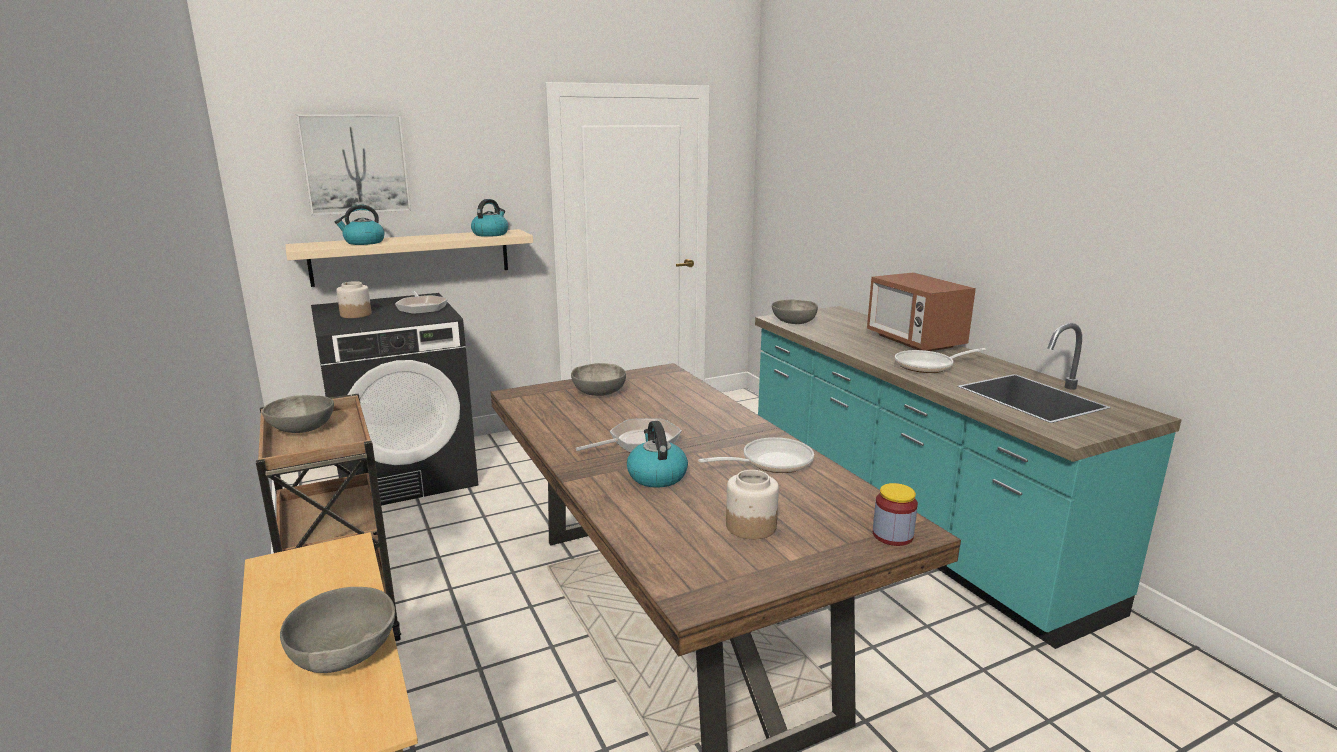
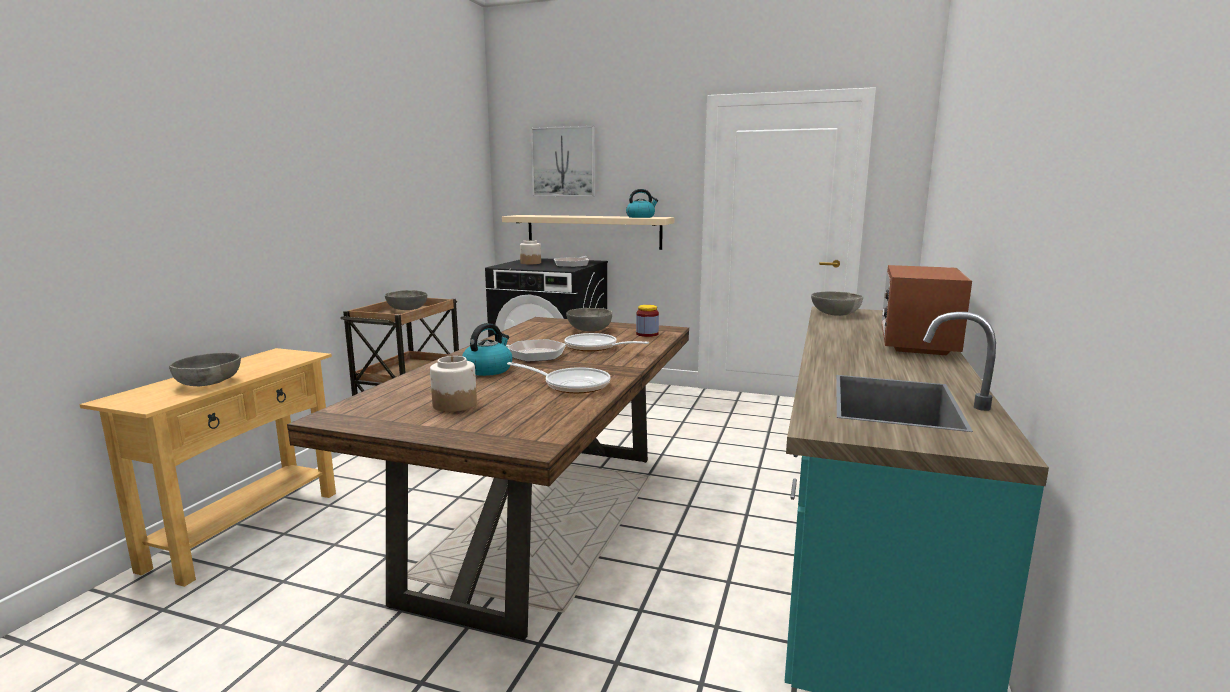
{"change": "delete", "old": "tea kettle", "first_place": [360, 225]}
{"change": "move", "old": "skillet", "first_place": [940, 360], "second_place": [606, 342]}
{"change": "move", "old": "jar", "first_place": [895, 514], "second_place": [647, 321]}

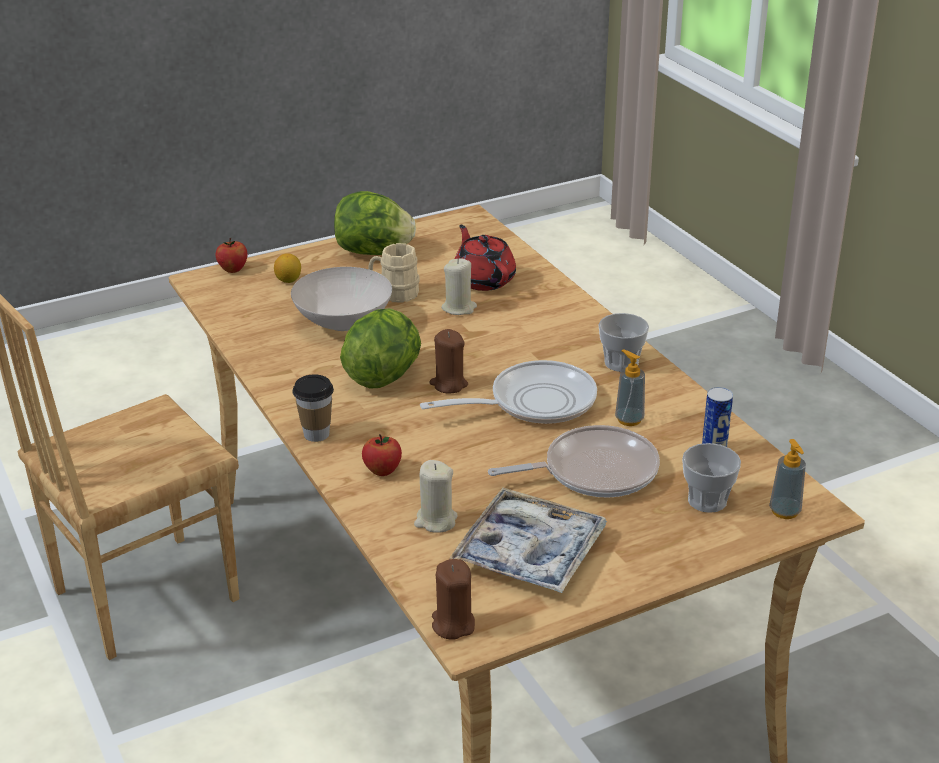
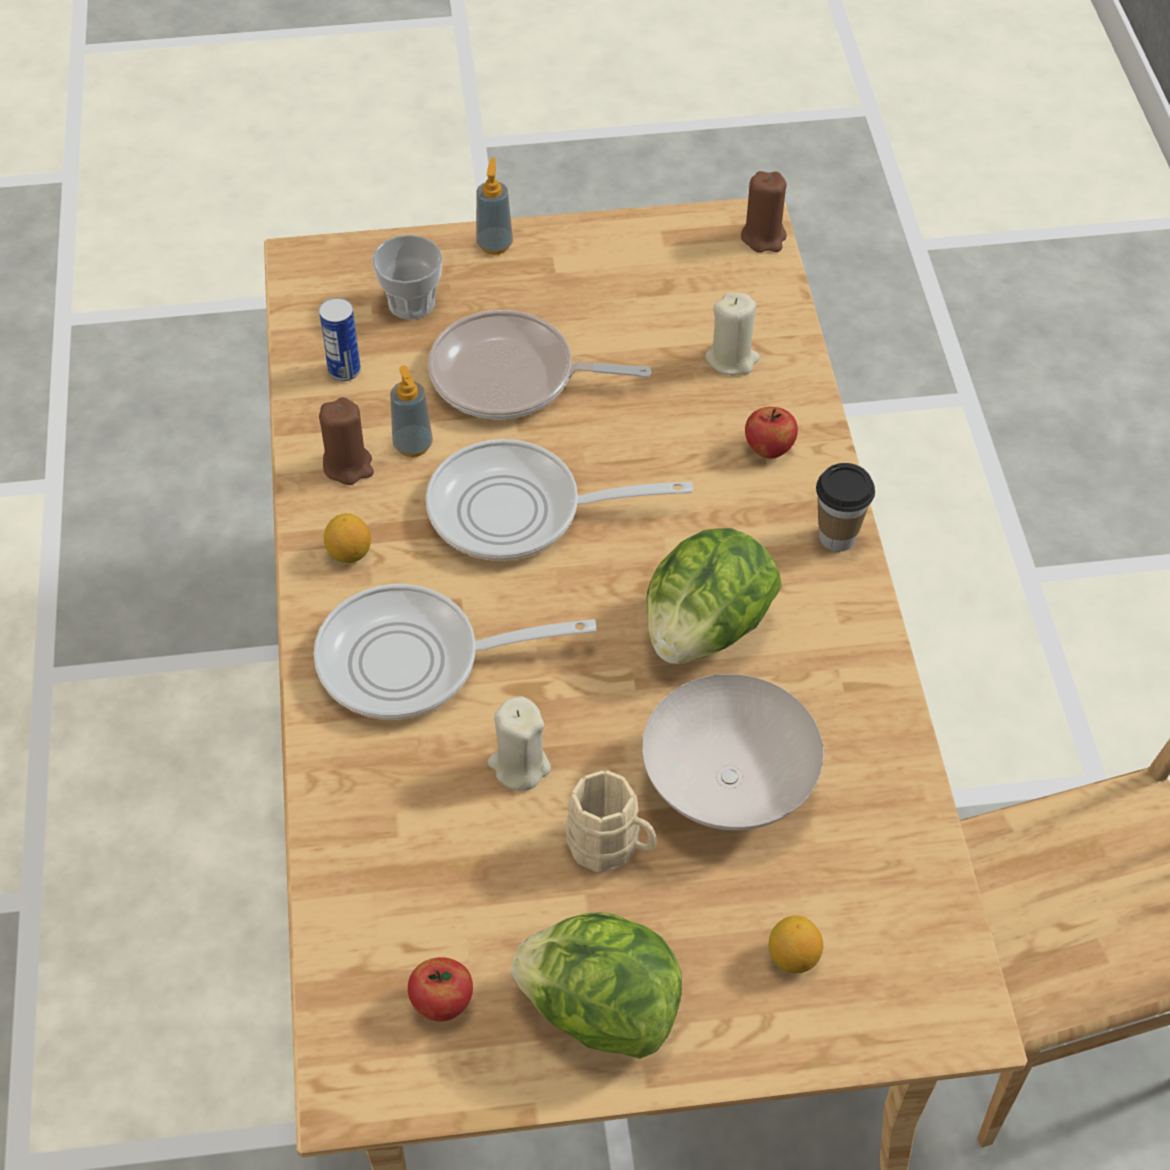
{"change": "delete", "old": "reddish pot for tea", "first_place": [485, 257]}
{"change": "move", "old": "whole apple", "first_place": [231, 255], "second_place": [440, 989]}
{"change": "replace", "old": "cup", "new": "lemon", "first_place": [623, 342], "second_place": [347, 538]}
{"change": "move", "old": "brown-coloured candle", "first_place": [448, 361], "second_place": [346, 441]}
{"change": "move", "old": "soap bottle", "first_place": [787, 479], "second_place": [494, 206]}
{"change": "delete", "old": "tray", "first_place": [528, 540]}
{"change": "insert", "new": "skillet", "second_place": [455, 652]}

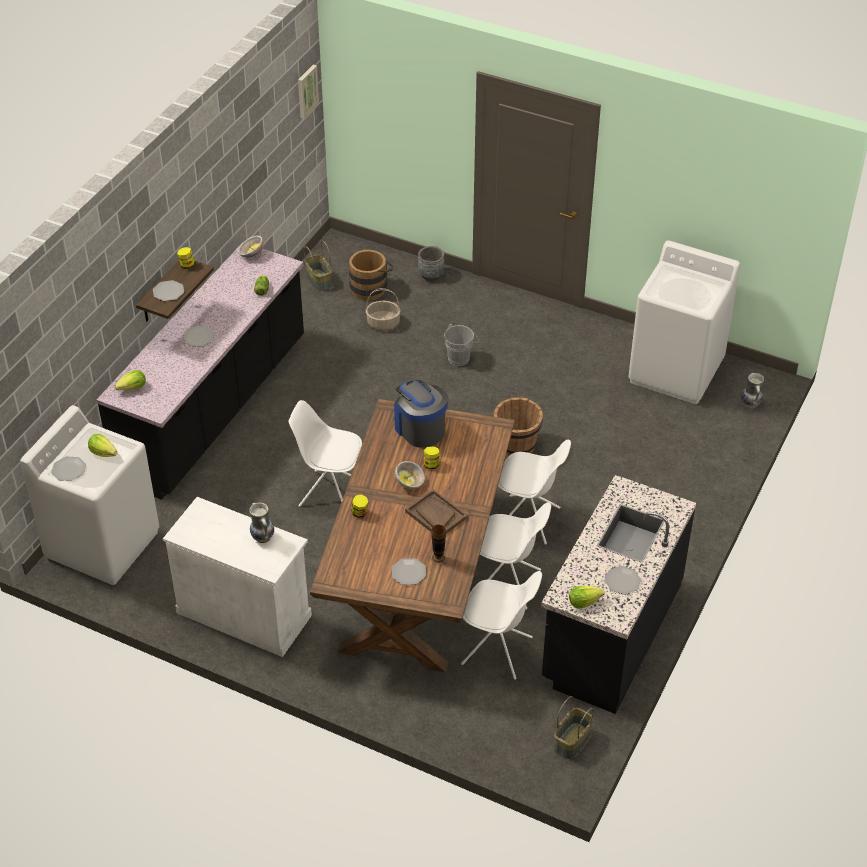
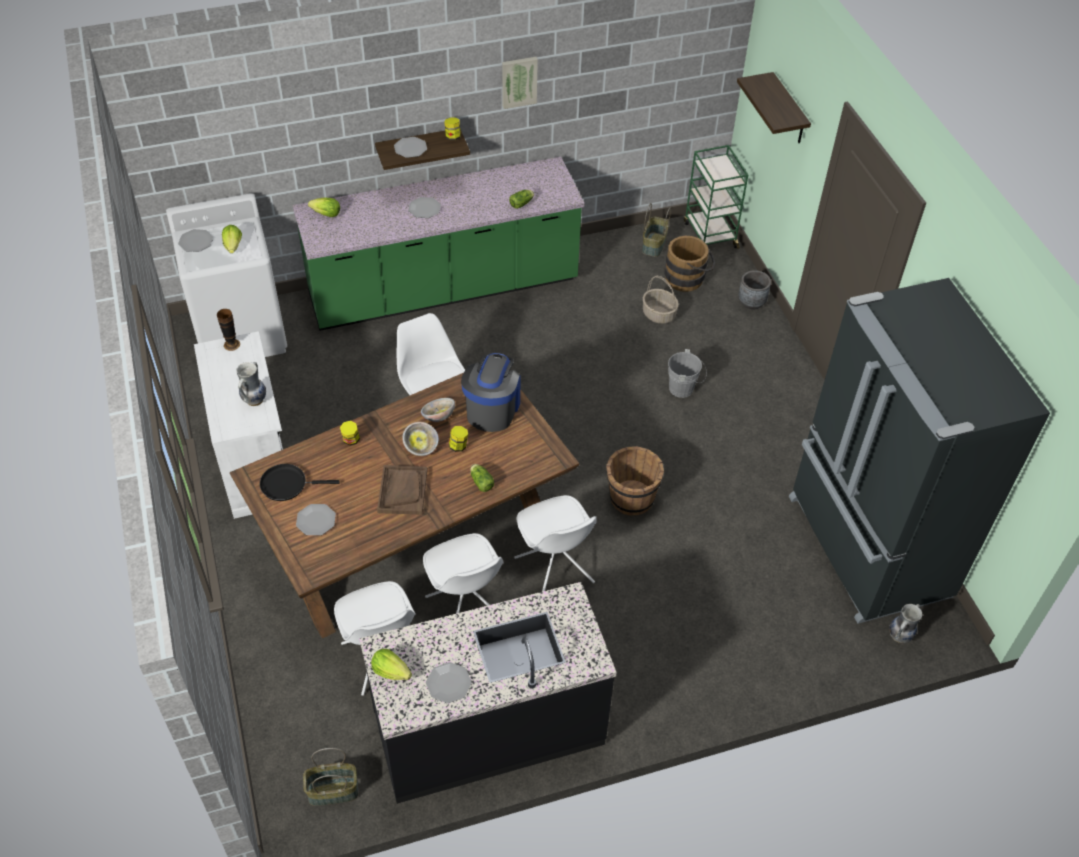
{"change": "move", "old": "picture", "first_place": [308, 92], "second_place": [520, 83]}
{"change": "move", "old": "bowl", "first_place": [250, 246], "second_place": [438, 410]}
{"change": "replace", "old": "white laundry machine", "new": "black fridge", "first_place": [684, 322], "second_place": [919, 451]}
{"change": "recolor", "old": "black kitchen base unit", "new": "green kitchen base unit", "first_place": [200, 371], "second_place": [438, 244]}
{"change": "move", "old": "flower vase", "first_place": [439, 544], "second_place": [228, 330]}
{"change": "insert", "new": "shelf", "second_place": [774, 107]}
{"change": "insert", "new": "green trolley", "second_place": [716, 197]}
{"change": "insert", "new": "black skillet", "second_place": [300, 482]}
{"change": "insert", "new": "lettuce head", "second_place": [482, 478]}

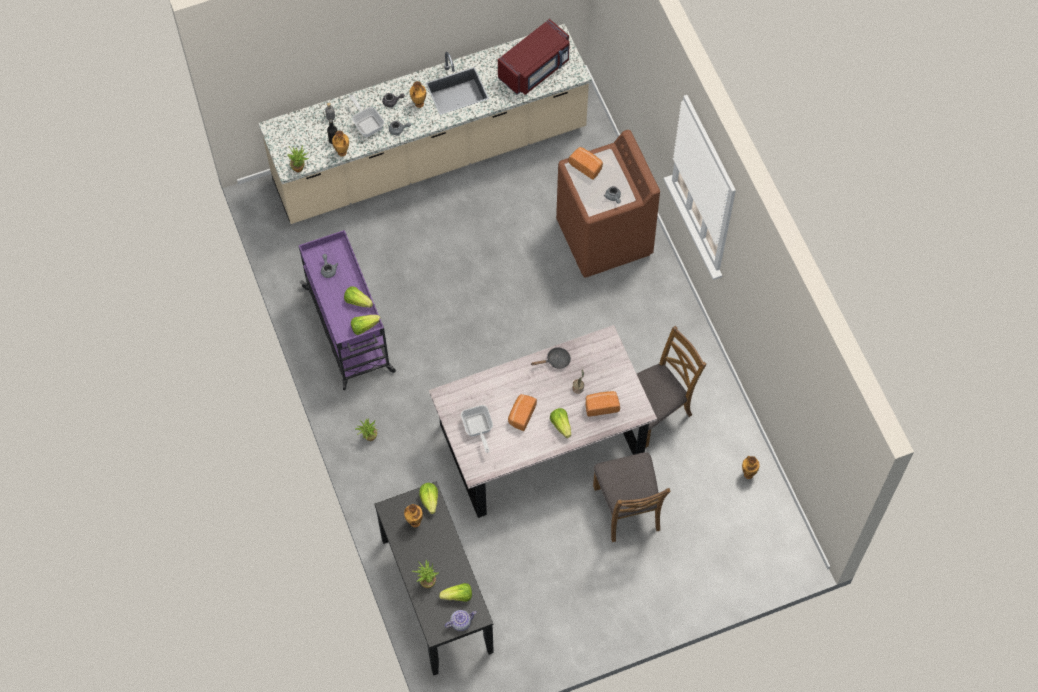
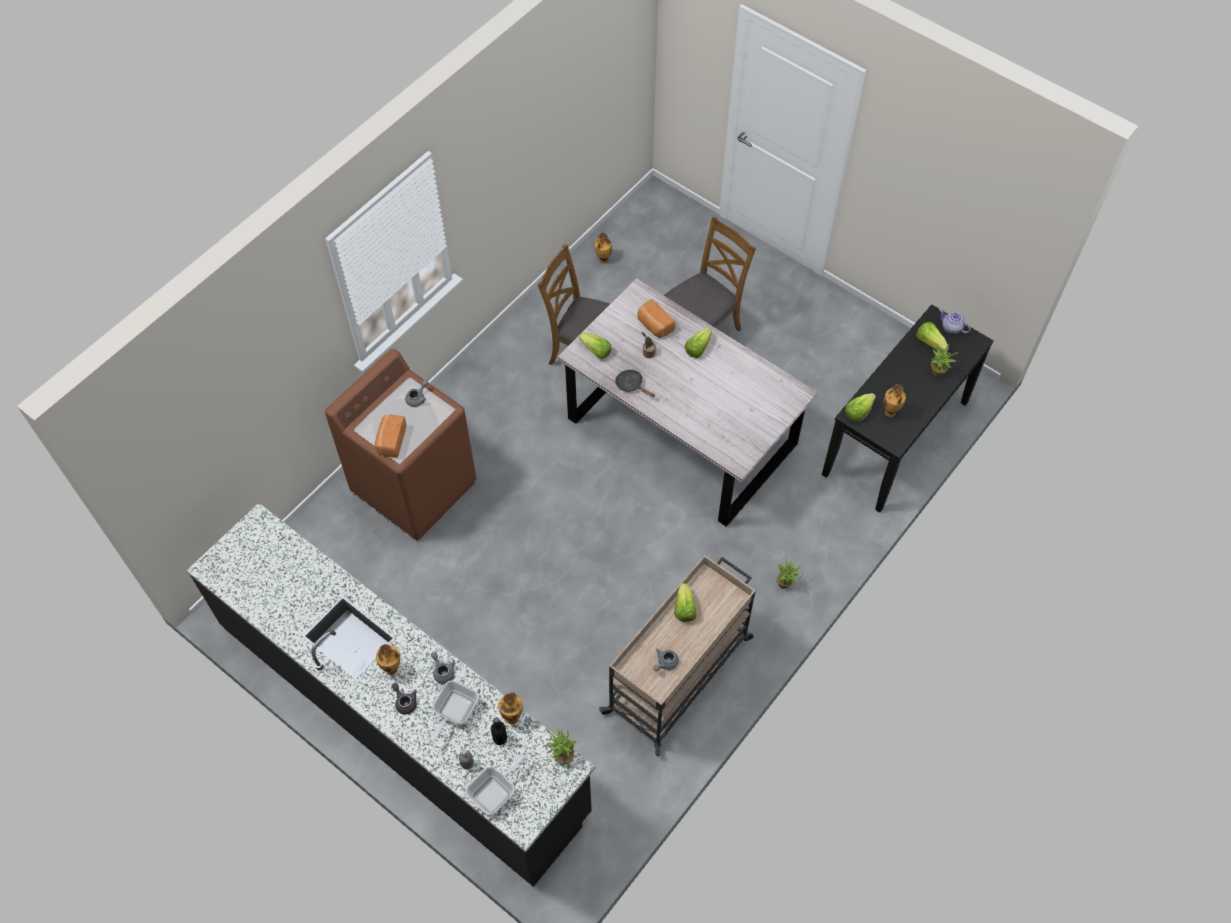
{"change": "delete", "old": "reddish microwave oven", "first_place": [534, 57]}
{"change": "recolor", "old": "sand-coloured kitchen base unit", "new": "black kitchen base unit", "first_place": [425, 124], "second_place": [391, 695]}
{"change": "recolor", "old": "purplish trolley", "new": "sand-coloured trolley", "first_place": [347, 310], "second_place": [677, 655]}
{"change": "move", "old": "lettuce head", "first_place": [366, 325], "second_place": [595, 346]}
{"change": "delete", "old": "bakery bread", "first_place": [522, 412]}
{"change": "move", "old": "skillet", "first_place": [477, 429], "second_place": [497, 783]}

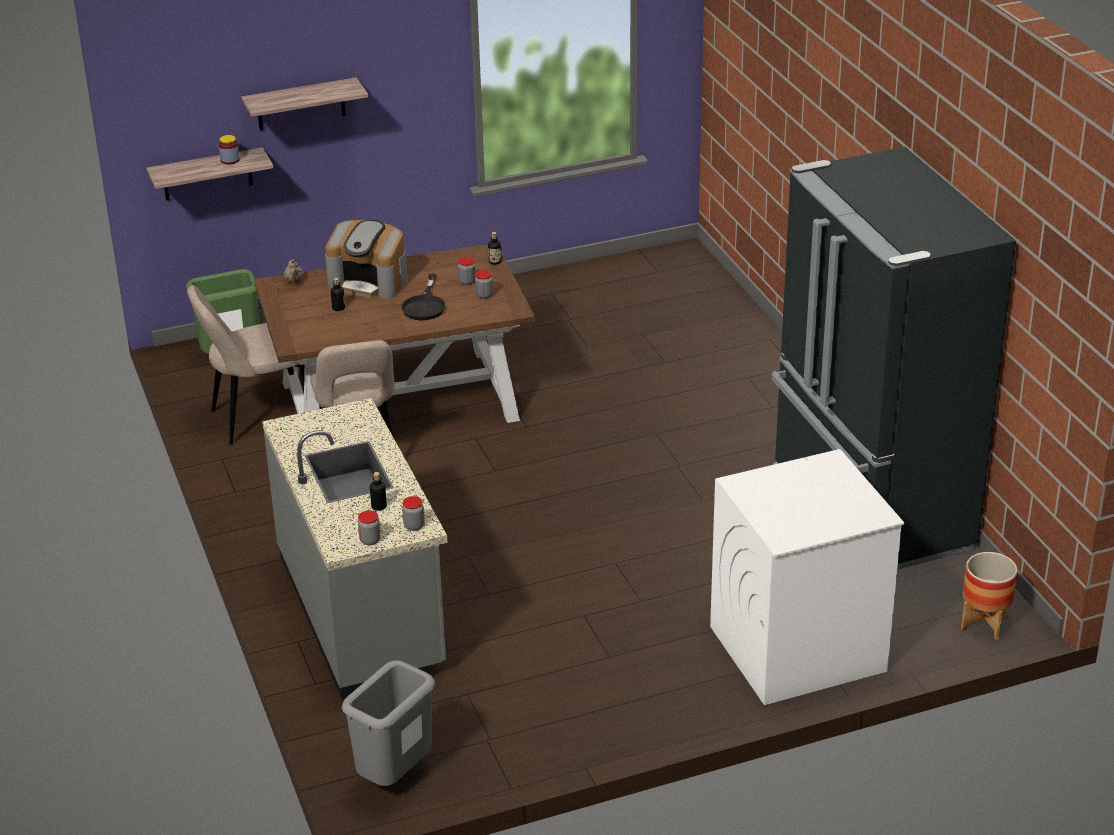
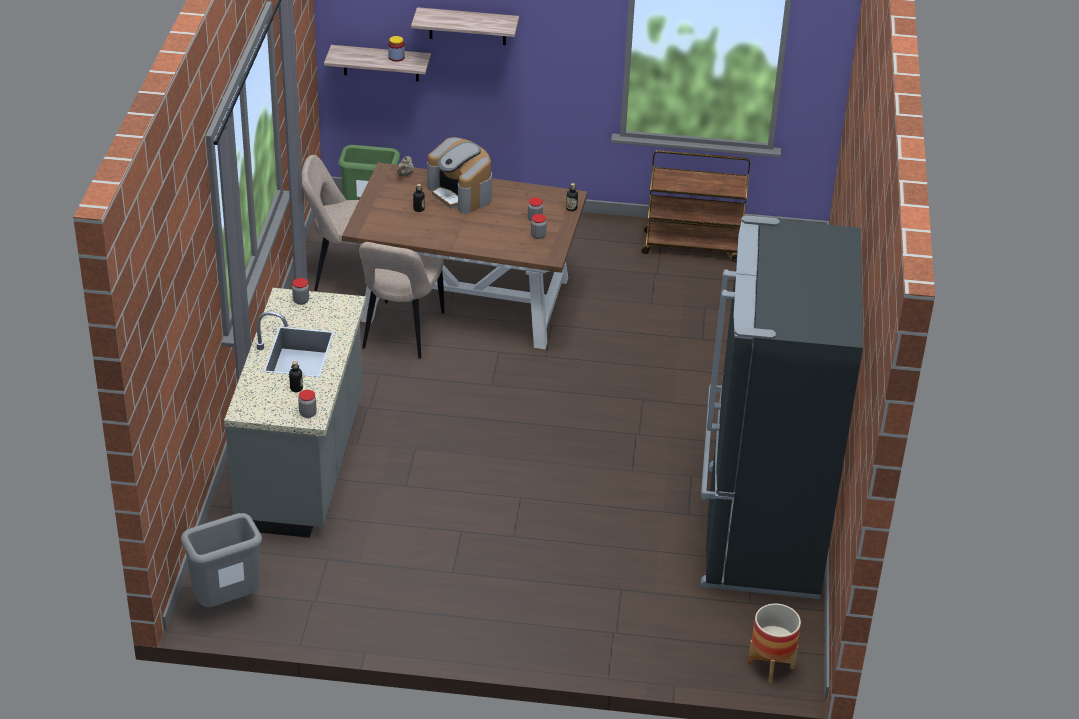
{"change": "delete", "old": "black skillet", "first_place": [423, 297]}
{"change": "delete", "old": "white laundry machine", "first_place": [807, 577]}
{"change": "move", "old": "jar", "first_place": [369, 527], "second_place": [300, 291]}
{"change": "insert", "new": "brown-coloured trolley", "second_place": [696, 206]}

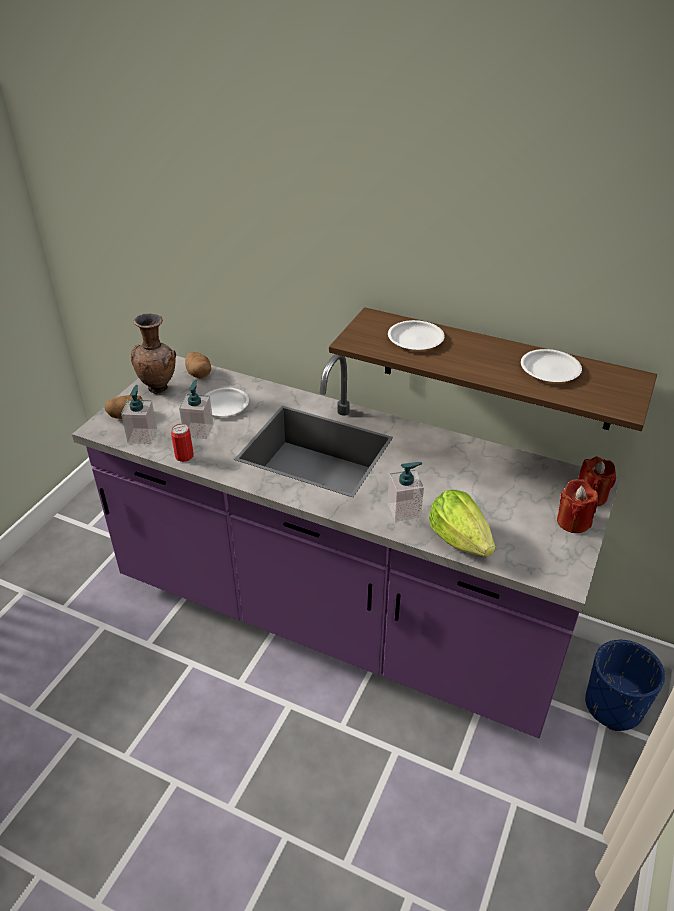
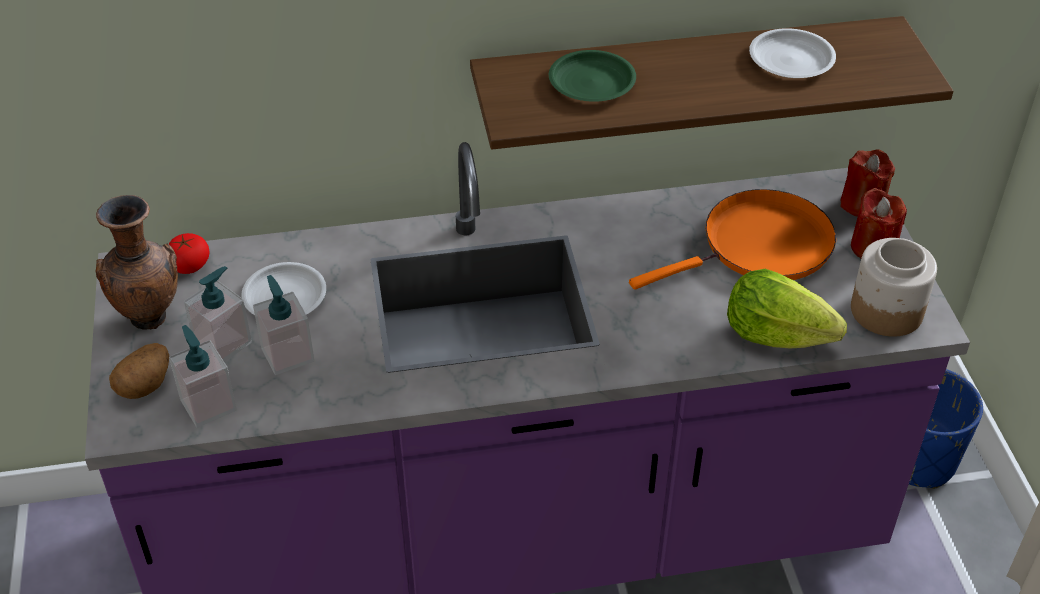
{"change": "recolor", "old": "white plate", "new": "green plate", "first_place": [416, 335], "second_place": [592, 76]}
{"change": "replace", "old": "whole potato", "new": "tomato", "first_place": [198, 365], "second_place": [189, 253]}
{"change": "delete", "old": "sealed can", "first_place": [182, 443]}
{"change": "move", "old": "soap bottle", "first_place": [405, 492], "second_place": [218, 314]}
{"change": "insert", "new": "orange skillet", "second_place": [732, 239]}
{"change": "insert", "new": "jar", "second_place": [894, 287]}

